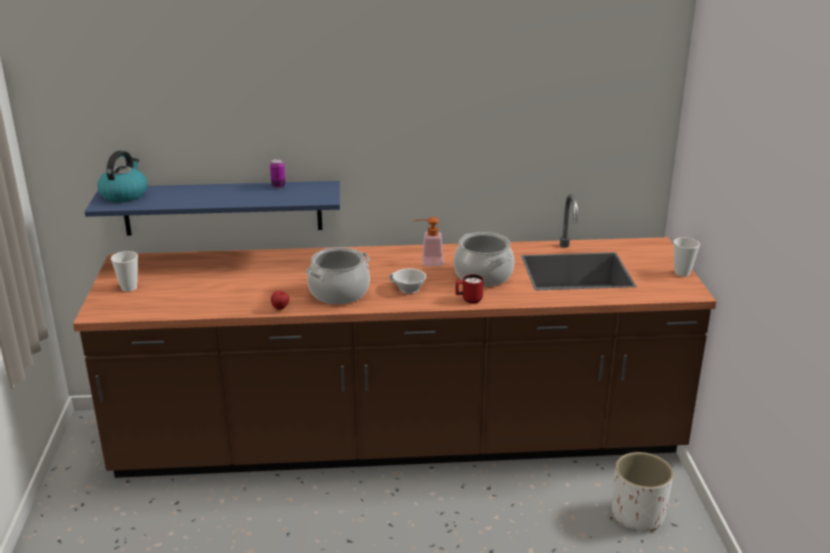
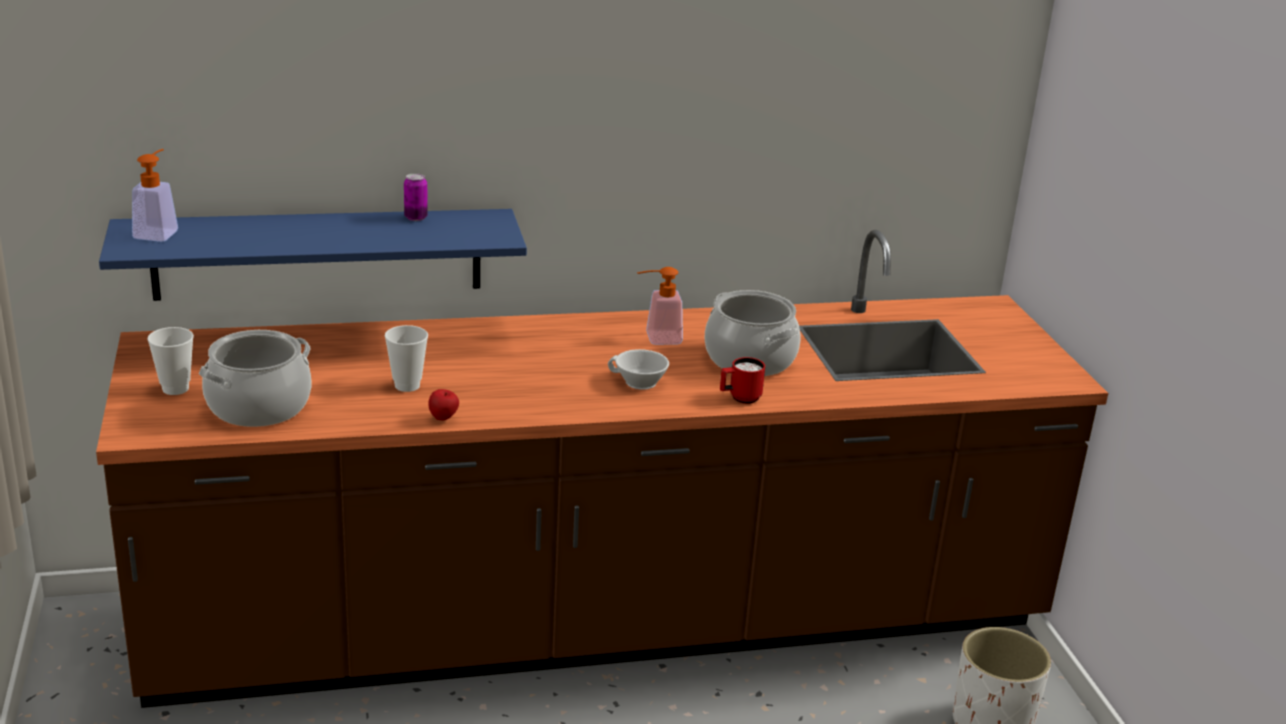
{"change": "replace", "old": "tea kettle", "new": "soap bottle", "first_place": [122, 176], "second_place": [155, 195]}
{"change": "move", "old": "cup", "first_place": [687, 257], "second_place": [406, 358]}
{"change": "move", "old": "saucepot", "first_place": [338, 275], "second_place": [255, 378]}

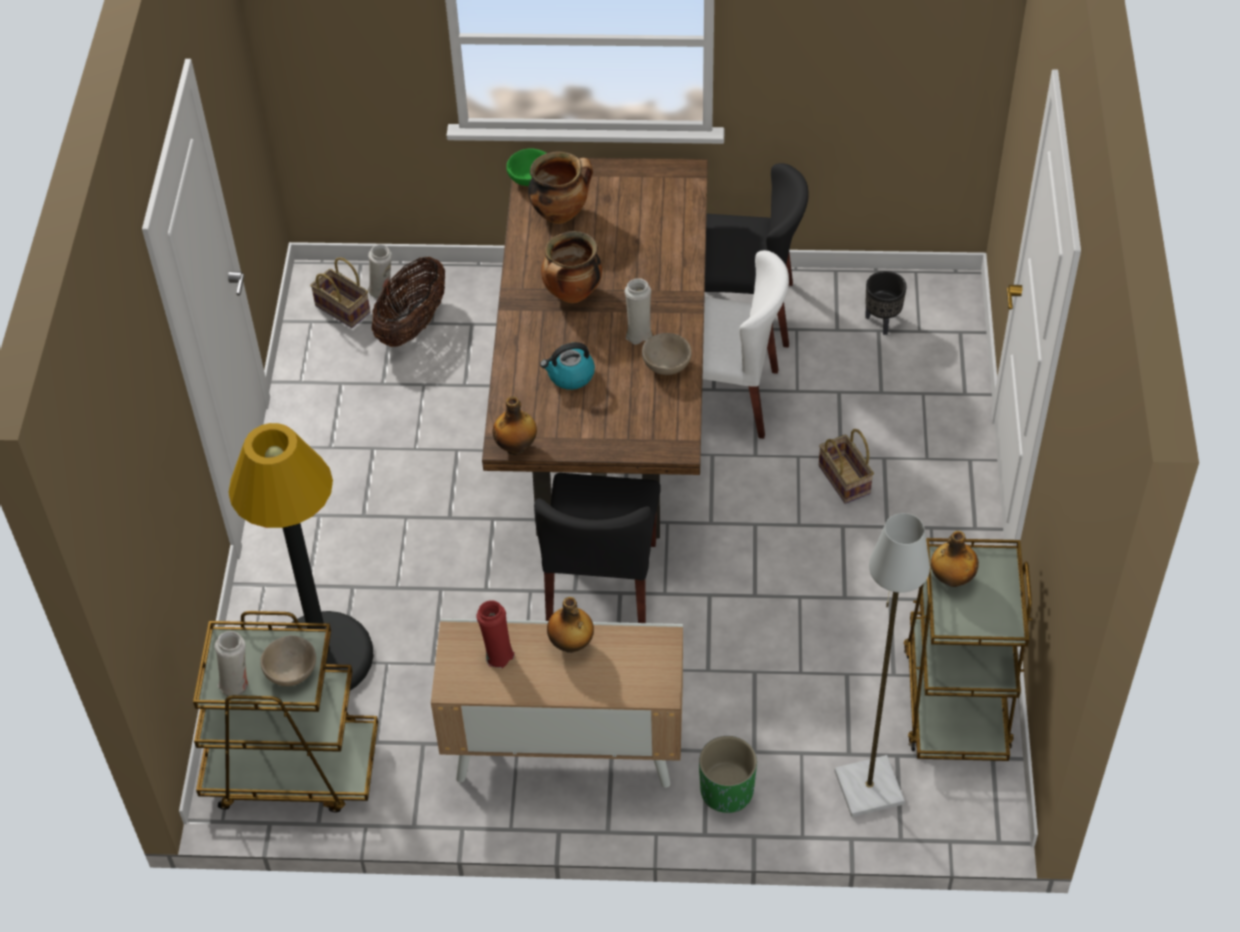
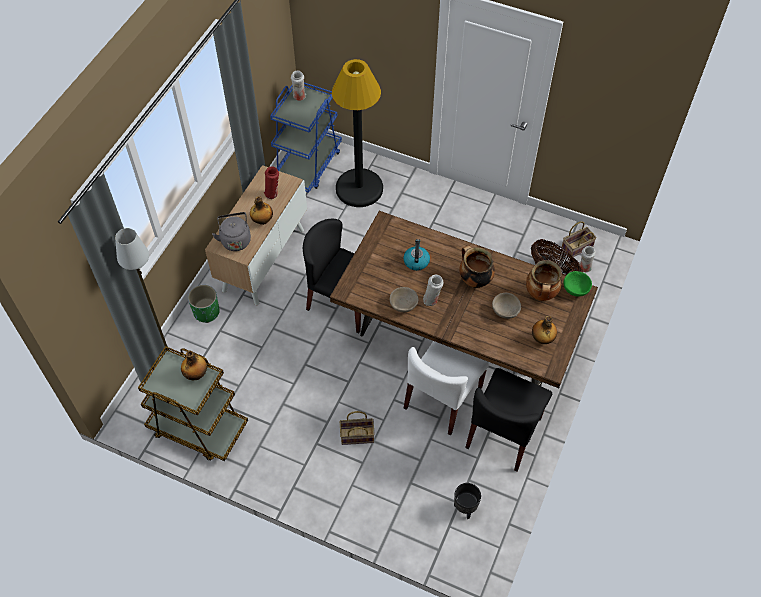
{"change": "move", "old": "bottle", "first_place": [514, 426], "second_place": [544, 330]}
{"change": "recolor", "old": "brown-coloured trolley", "new": "bluish trolley", "first_place": [285, 711], "second_place": [306, 137]}
{"change": "move", "old": "sand-coloured bowl", "first_place": [288, 661], "second_place": [506, 306]}
{"change": "insert", "new": "greyish tea kettle", "second_place": [231, 231]}

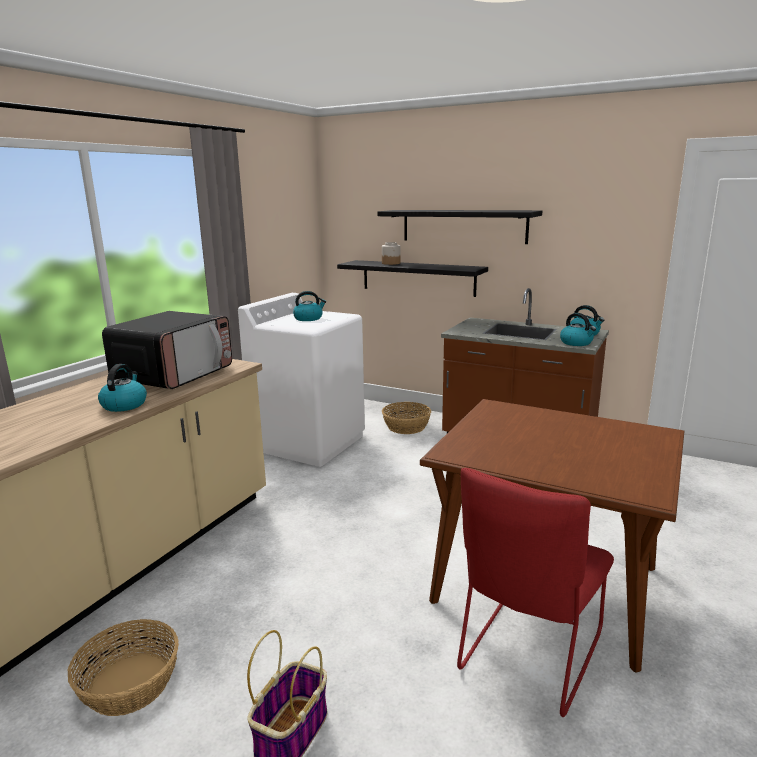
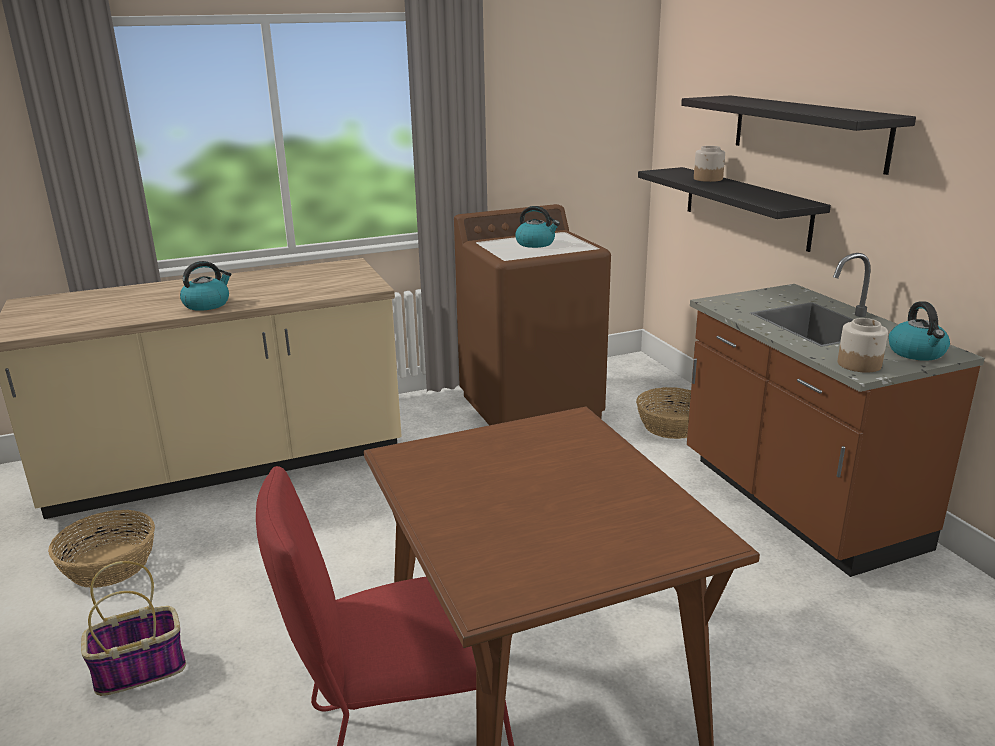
{"change": "recolor", "old": "white laundry machine", "new": "brown-coloured laundry machine", "first_place": [301, 380], "second_place": [532, 314]}
{"change": "delete", "old": "microwave oven", "first_place": [167, 350]}
{"change": "replace", "old": "tea kettle", "new": "jar", "first_place": [578, 329], "second_place": [863, 345]}

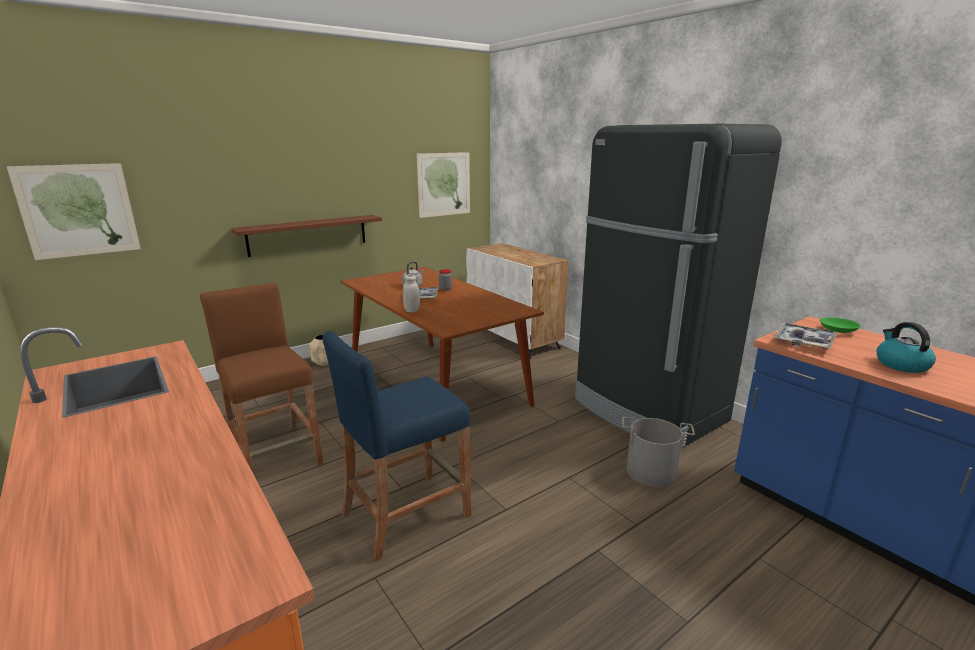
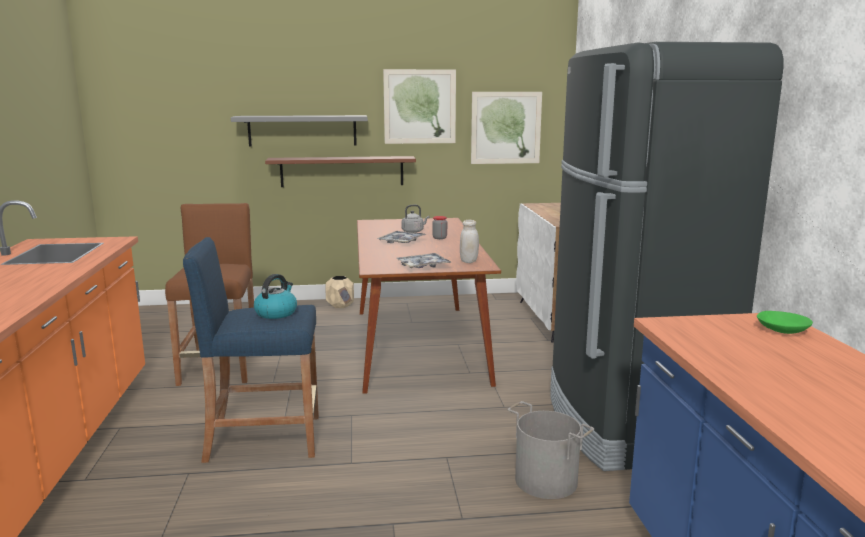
{"change": "move", "old": "picture", "first_place": [74, 211], "second_place": [419, 106]}
{"change": "move", "old": "white jar", "first_place": [411, 293], "second_place": [469, 241]}
{"change": "move", "old": "tea kettle", "first_place": [906, 347], "second_place": [275, 296]}
{"change": "move", "old": "tray", "first_place": [806, 336], "second_place": [424, 260]}
{"change": "insert", "new": "greyish shelf", "second_place": [299, 131]}

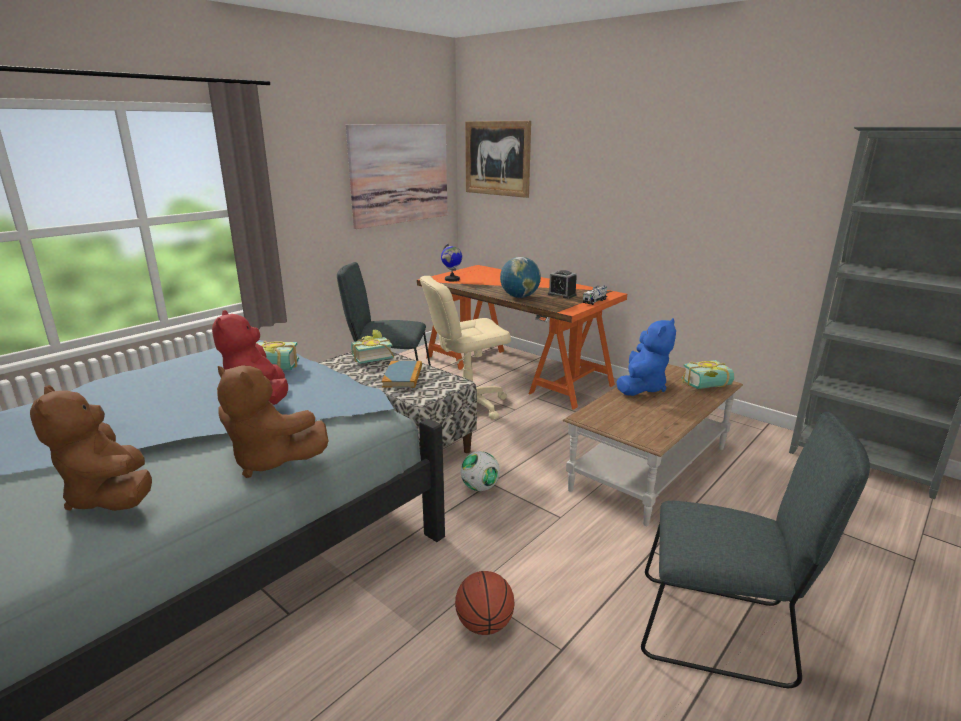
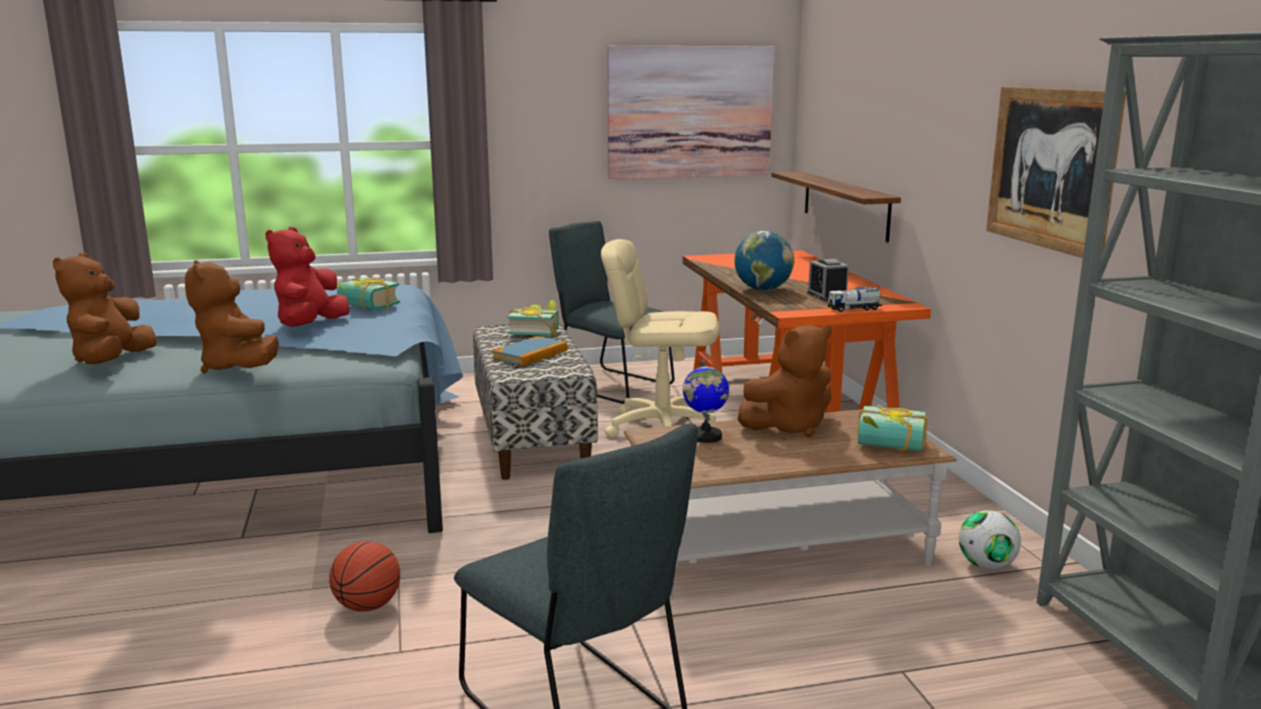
{"change": "move", "old": "picture", "first_place": [498, 159], "second_place": [1056, 172]}
{"change": "move", "old": "globe", "first_place": [451, 262], "second_place": [706, 401]}
{"change": "recolor", "old": "bluish soft toy", "new": "brown-coloured soft toy", "first_place": [646, 357], "second_place": [785, 381]}
{"change": "move", "old": "ball for football", "first_place": [480, 471], "second_place": [990, 540]}
{"change": "insert", "new": "shelf", "second_place": [836, 207]}

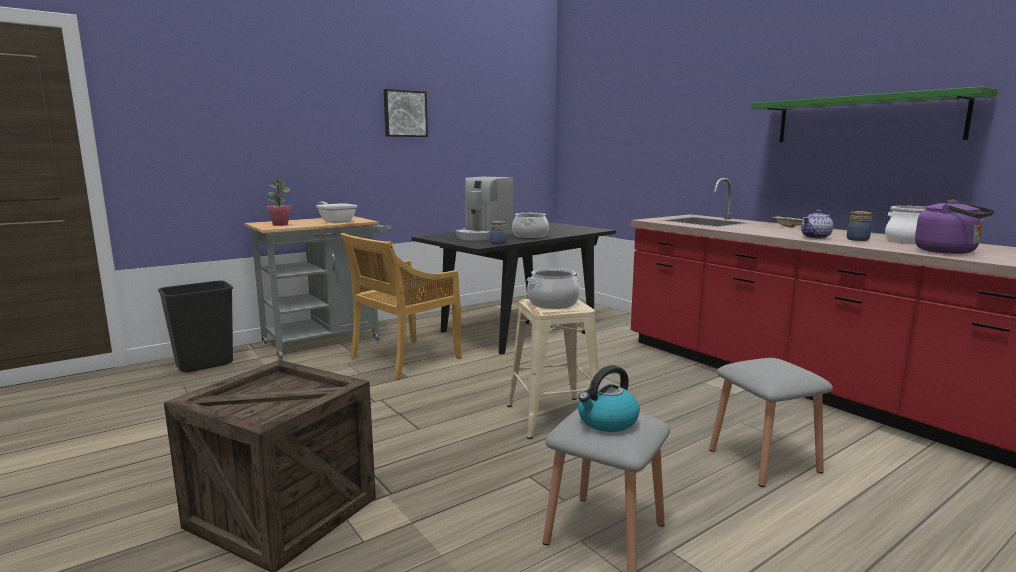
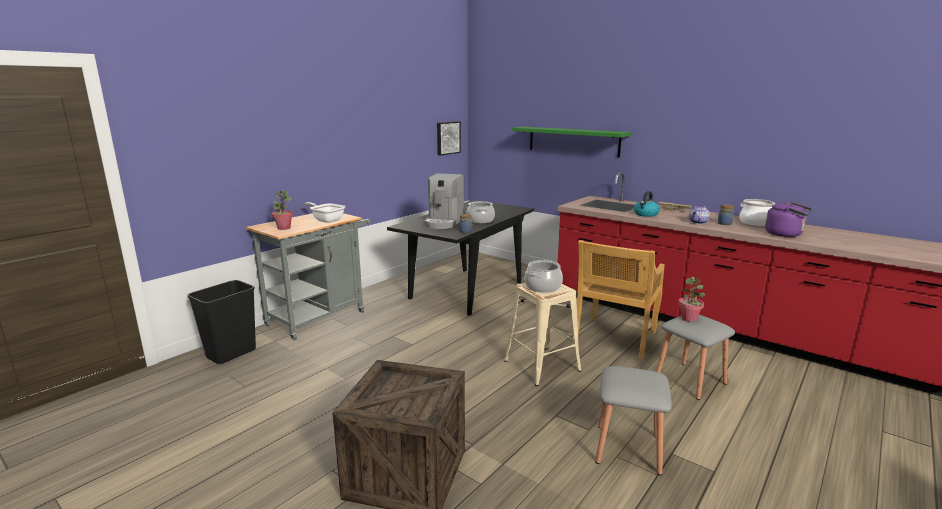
{"change": "move", "old": "green shelf", "first_place": [874, 114], "second_place": [571, 142]}
{"change": "move", "old": "picture", "first_place": [406, 113], "second_place": [449, 138]}
{"change": "move", "old": "sand-coloured plain chair", "first_place": [401, 306], "second_place": [618, 299]}
{"change": "move", "old": "tea kettle", "first_place": [609, 398], "second_place": [647, 204]}
{"change": "insert", "new": "plant in a pot", "second_place": [691, 299]}

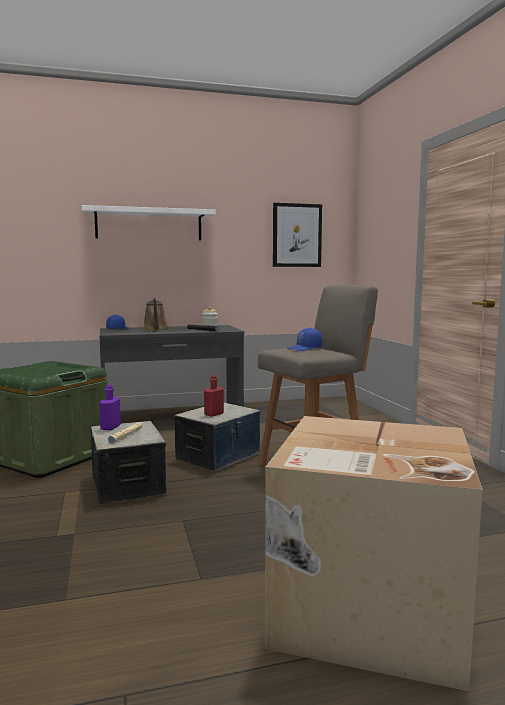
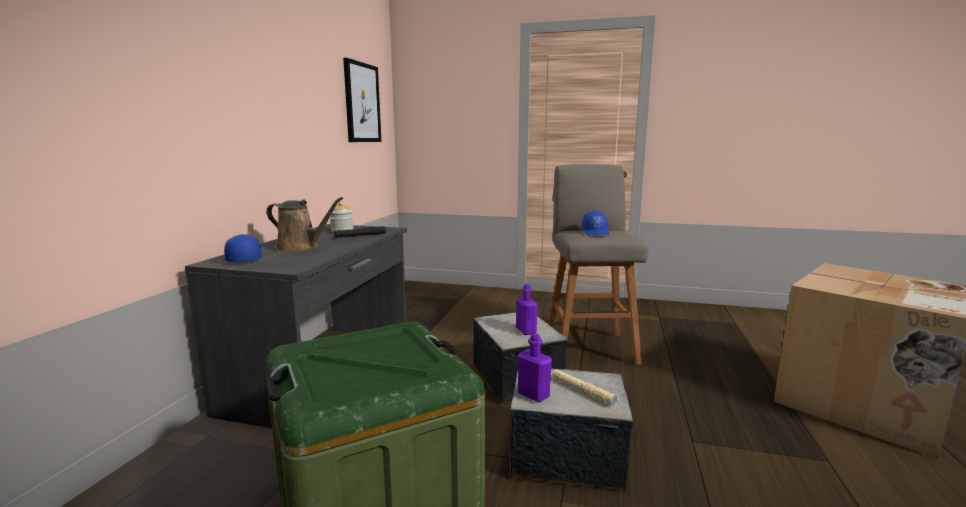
{"change": "delete", "old": "white shelf", "first_place": [149, 222]}
{"change": "recolor", "old": "reddish bottle", "new": "purplish bottle", "first_place": [214, 396], "second_place": [527, 309]}

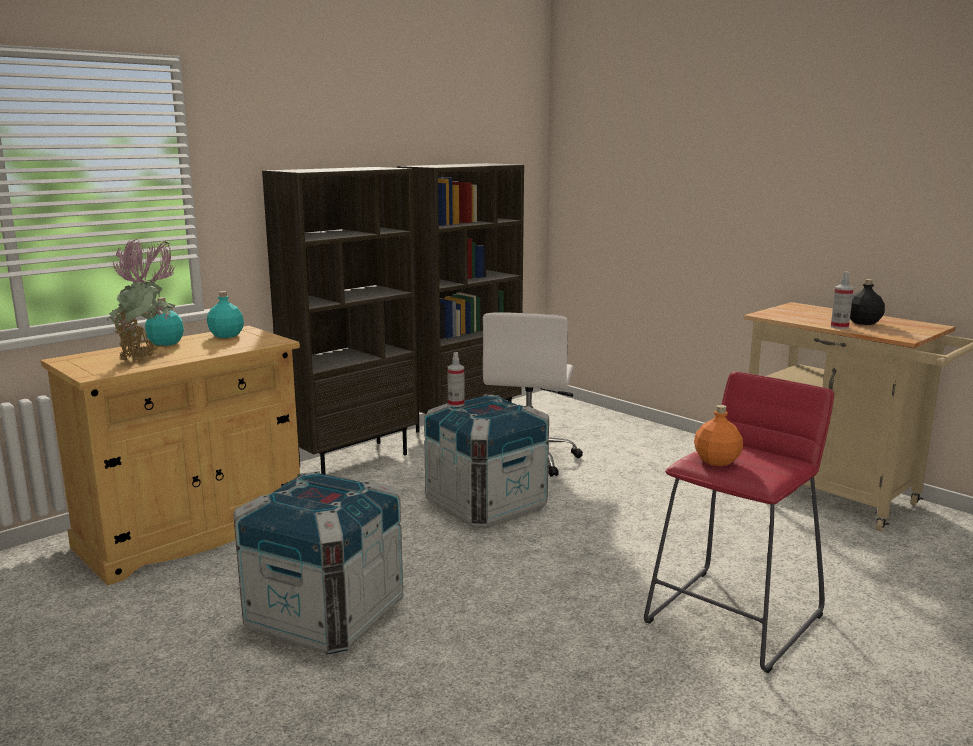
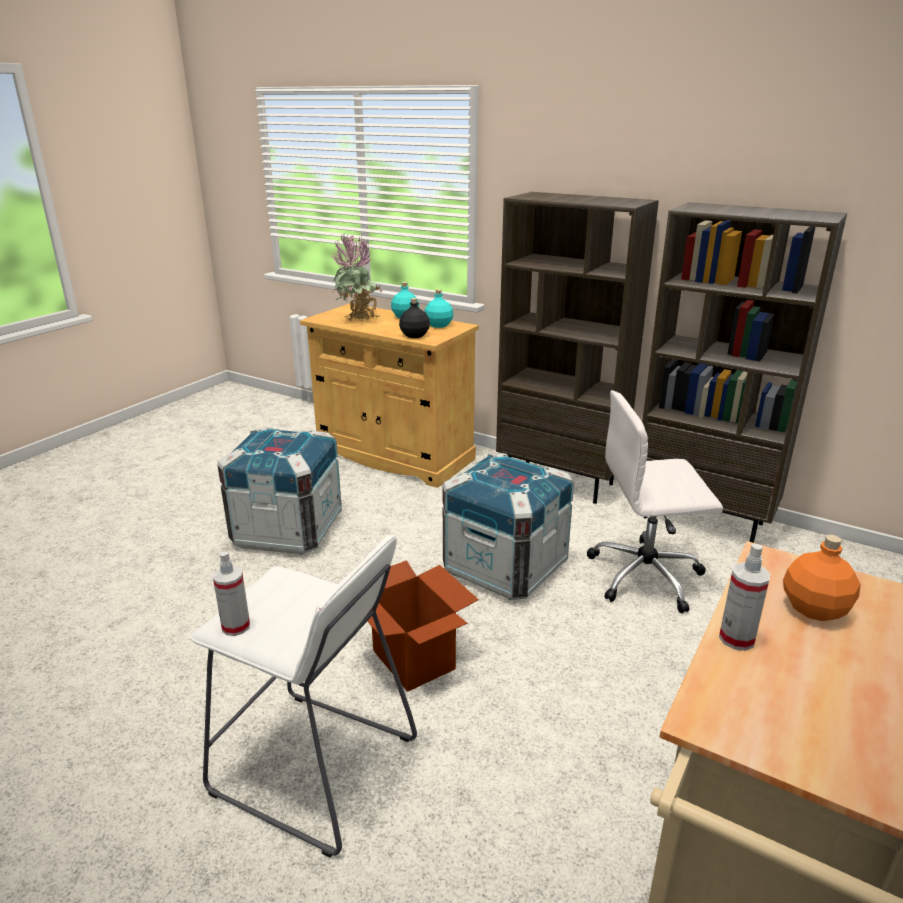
{"change": "move", "old": "black bottle", "first_place": [867, 302], "second_place": [414, 318]}
{"change": "move", "old": "hand sprayer", "first_place": [456, 379], "second_place": [231, 594]}
{"change": "recolor", "old": "reddish stool seat", "new": "white stool seat", "first_place": [739, 522], "second_place": [303, 696]}
{"change": "move", "old": "orange bottle", "first_place": [718, 435], "second_place": [822, 578]}
{"change": "insert", "new": "packing box", "second_place": [423, 626]}

